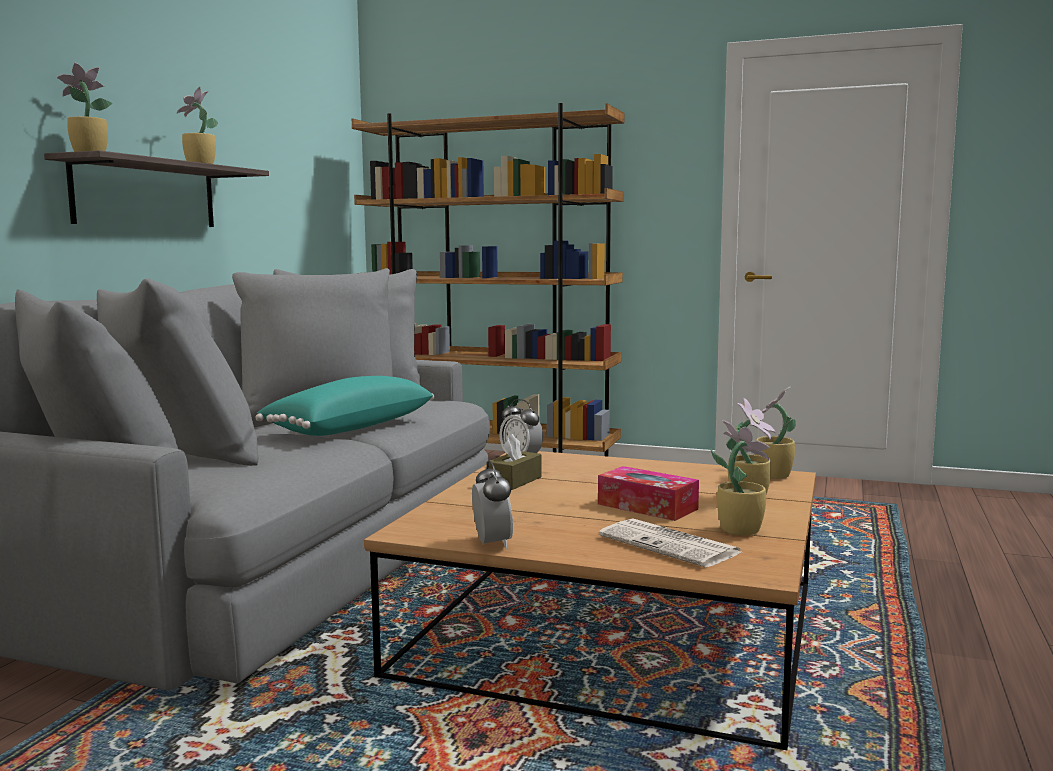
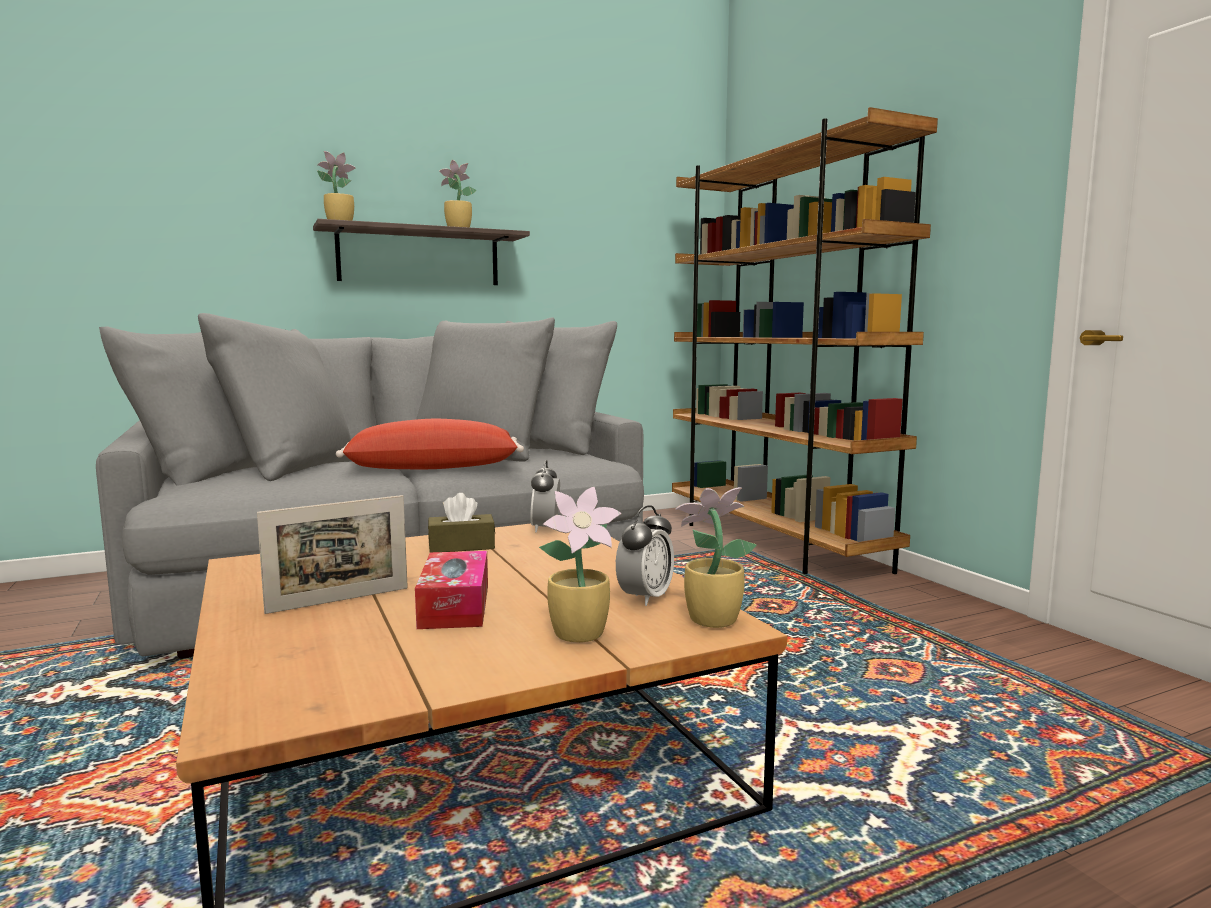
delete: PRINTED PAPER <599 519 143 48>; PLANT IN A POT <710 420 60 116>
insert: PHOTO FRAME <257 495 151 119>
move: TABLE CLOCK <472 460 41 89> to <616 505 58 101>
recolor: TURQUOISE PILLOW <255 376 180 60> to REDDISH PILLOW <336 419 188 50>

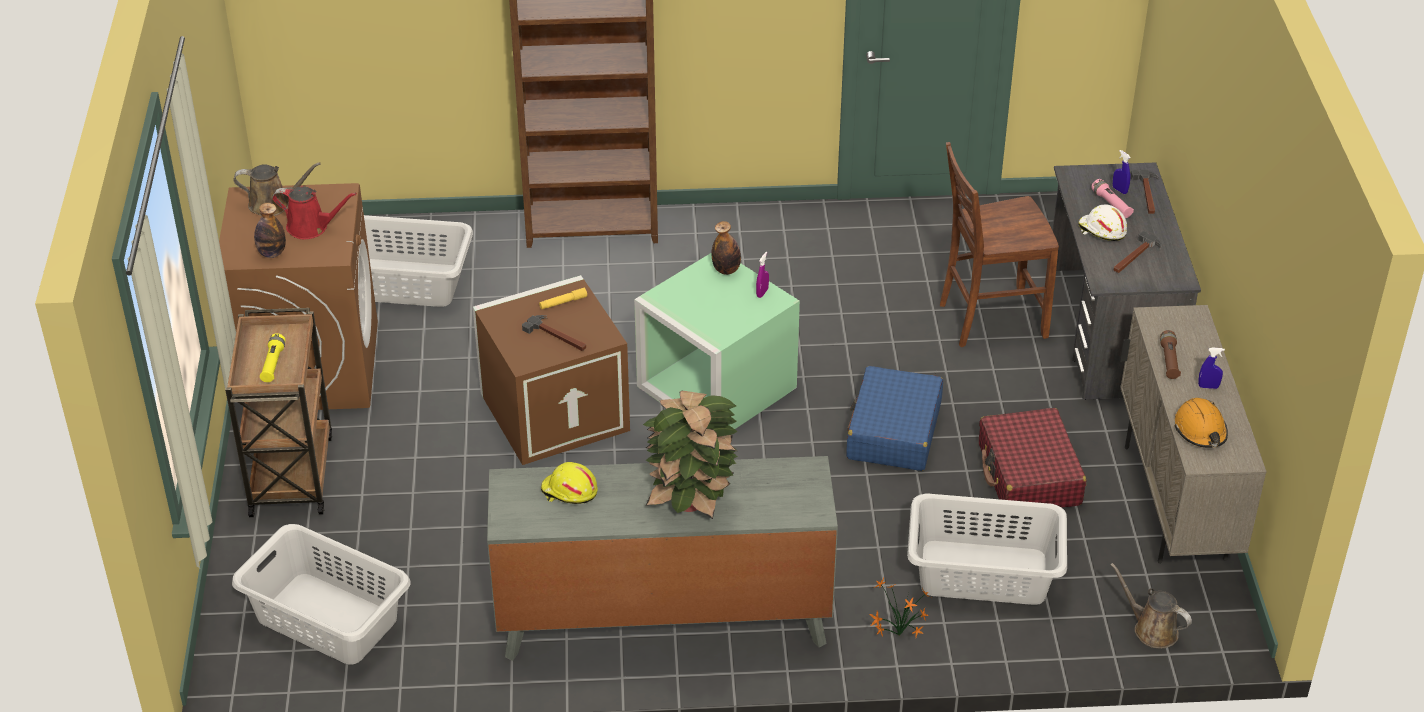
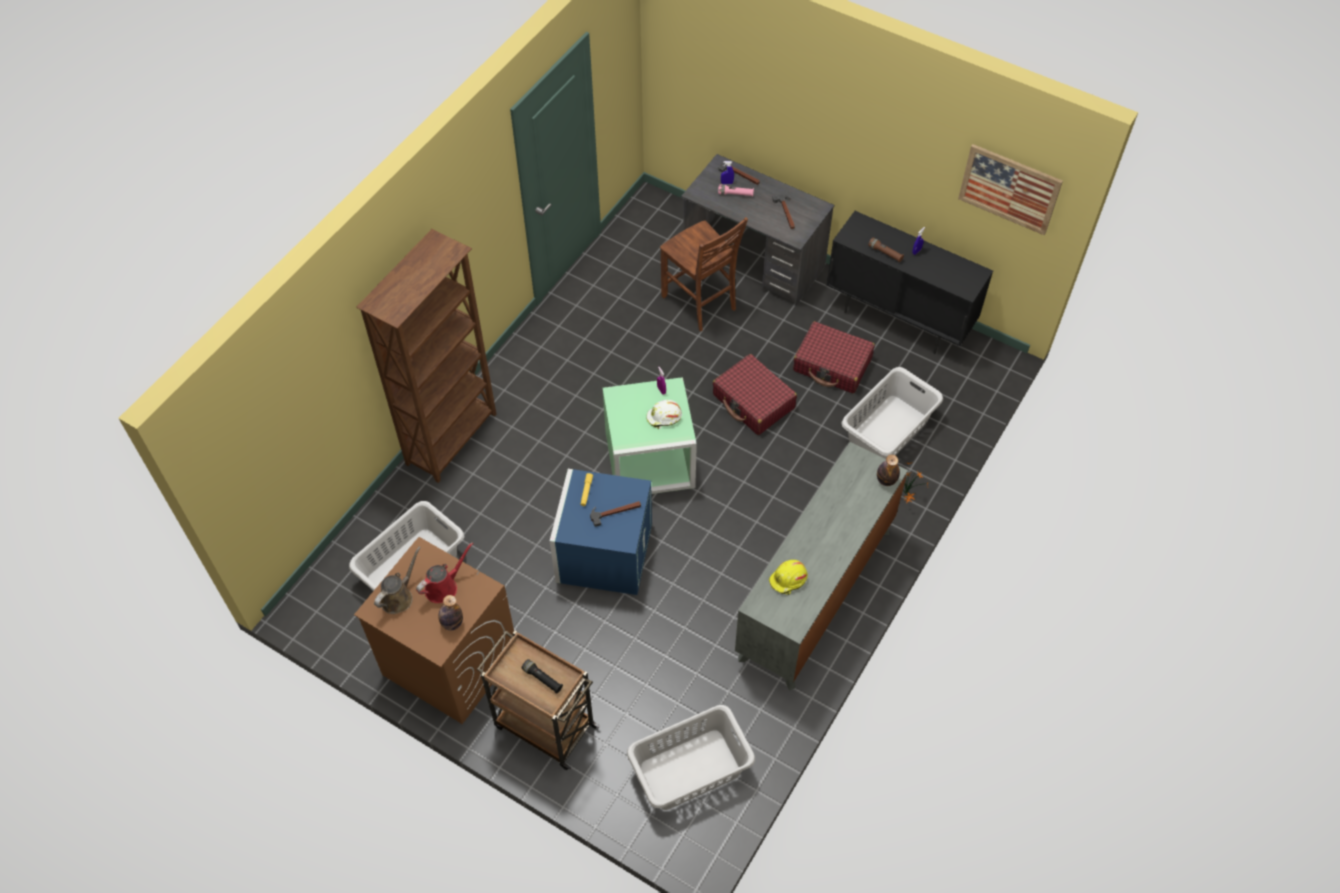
delete: PLANT IN A POT <643 391 95 128>; BROWN-COLOURED WATERING CAN <1111 563 81 85>; ORANGE-COLOURED WORK HELMET <1175 398 53 50>
insert: PICTURE <958 144 105 91>
move: BEVERAGE BOTTLE <712 221 29 54> to <877 454 23 32>; WHITE-COLOURED WORK HELMET <1078 204 49 37> to <646 400 36 29>
recolor: YELLOW FLASHLIGHT <260 333 25 49> to BLACK FLASHLIGHT <522 659 41 35>; BROWN-COLOURED STORAGE BOX <473 275 157 190> to BLUE-COLOURED STORAGE BOX <550 469 102 126>; BLUE-COLOURED PIECE OF LUGGAGE <846 366 97 105> to REDDISH PIECE OF LUGGAGE <713 354 84 81>; BEIGE-COLOURED CABINET <1120 305 147 259> to BLACK CABINET <826 211 167 143>
rotate: BROWN-COLOURED UPRIGHT CHAIR <940 142 119 205> = <660 217 88 115> 60 degrees counterclockwise

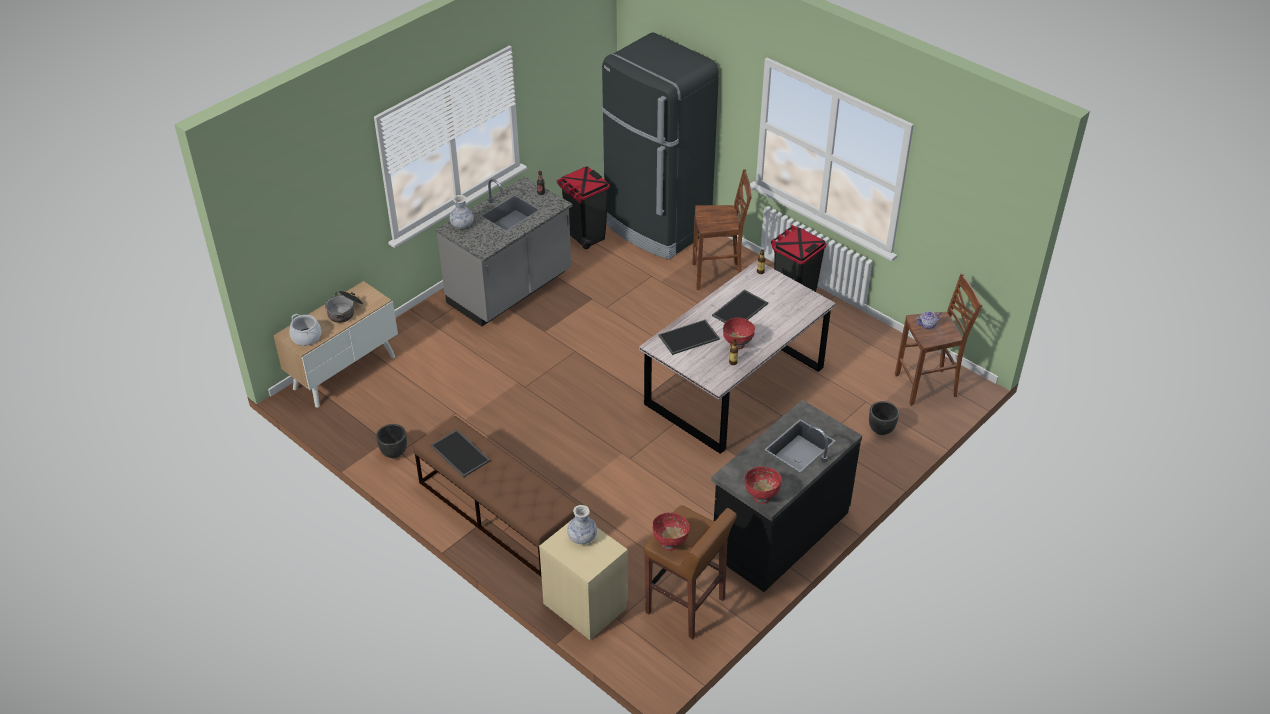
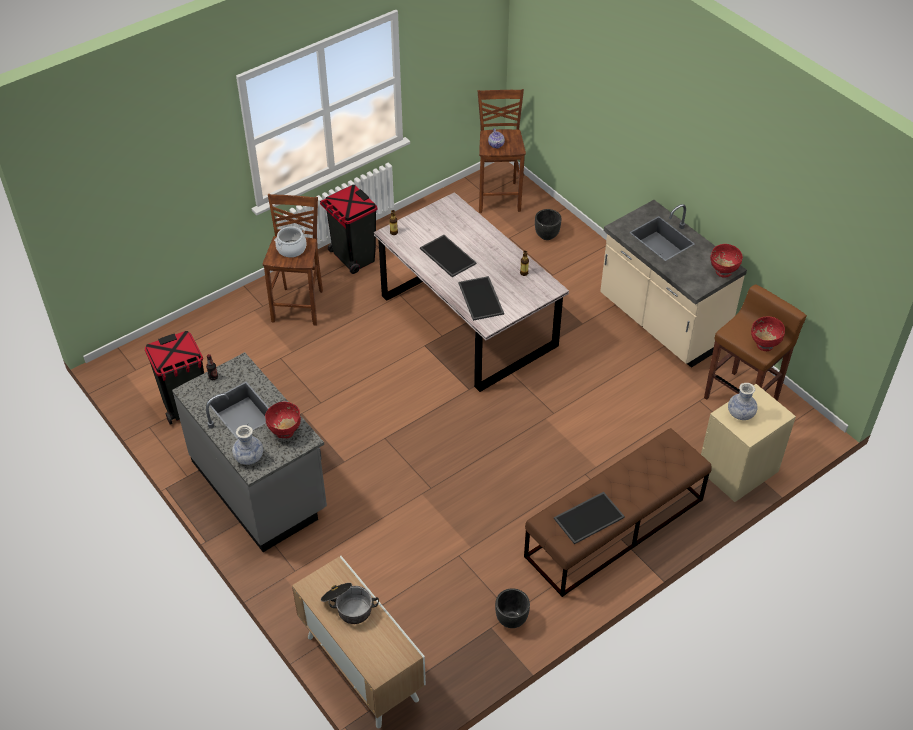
delete: BLACK KITCHEN FRIDGE <602 33 117 226>
move: COOKING POT <289 314 32 32> to <274 226 33 32>; REDDISH DEEP DISH <723 317 32 33> to <265 402 36 36>
recolor: BLACK KITCHEN COUNTER <711 400 151 192> to BEIGE-COLOURED KITCHEN COUNTER <600 200 147 168>

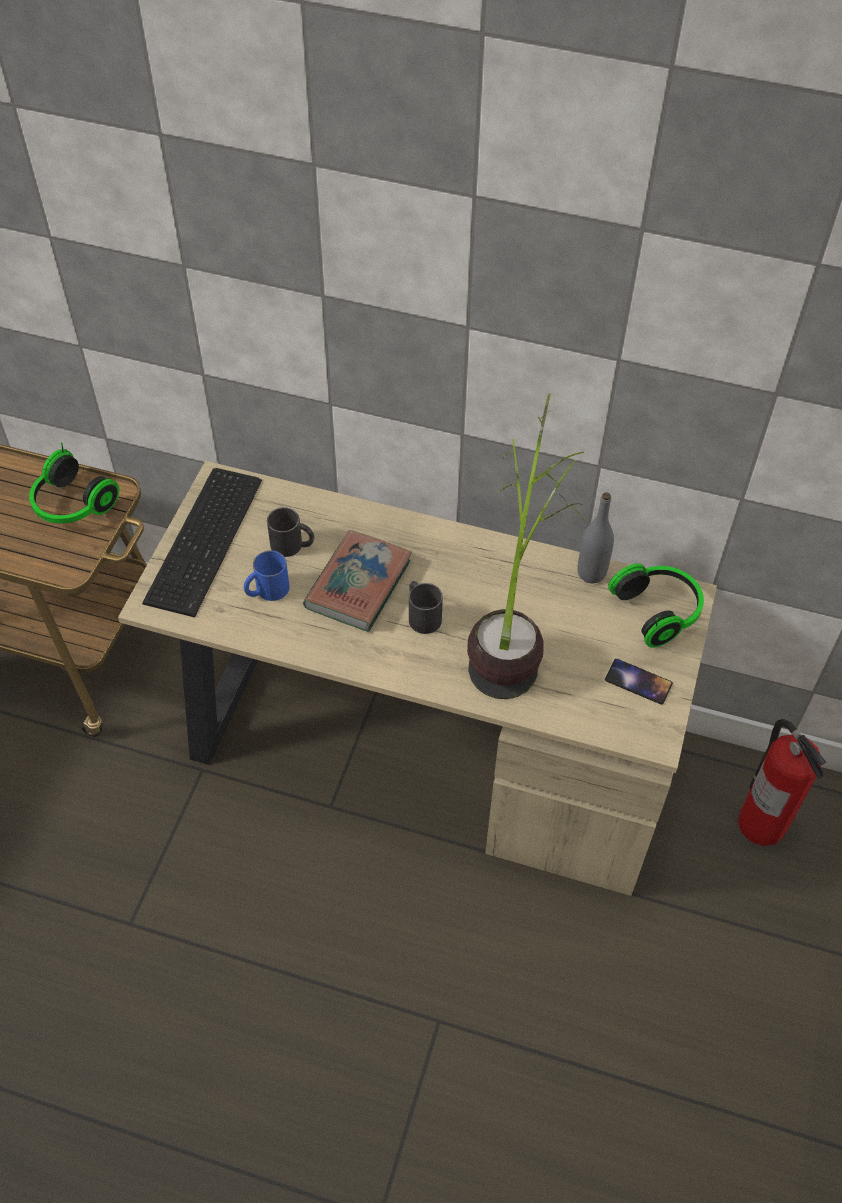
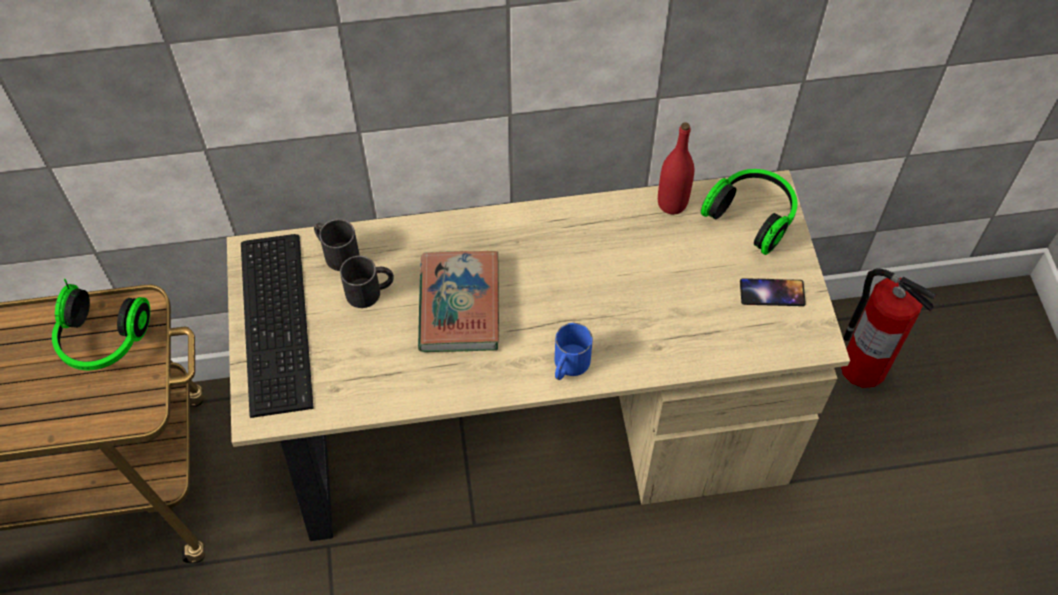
delete: PLANT IN A POT <467 393 118 306>
move: BLUE-COLOURED MUG <244 550 46 51> to <555 323 38 57>; BLACK MUG <409 581 34 53> to <314 219 46 52>
recolor: GREYISH BEVERAGE BOTTLE <578 492 36 91> to REDDISH BEVERAGE BOTTLE <658 123 36 91>

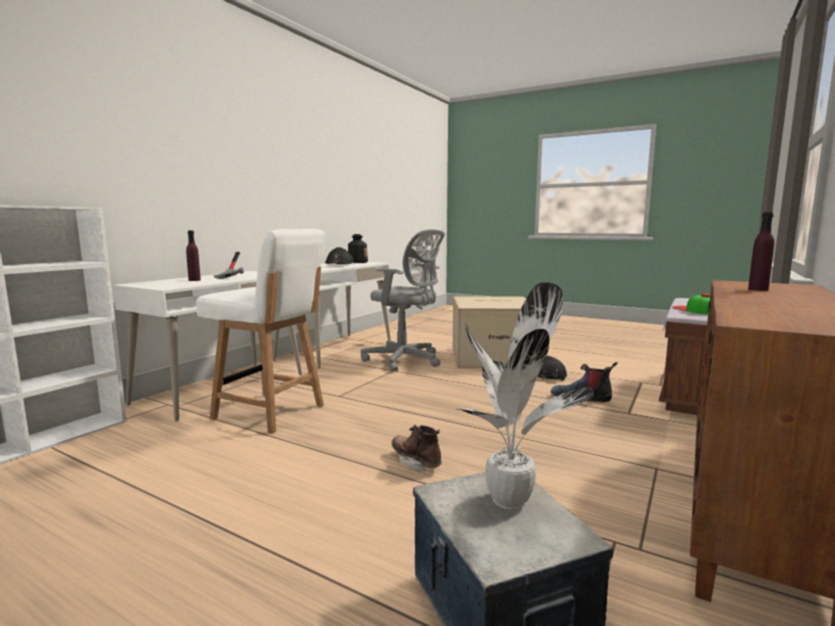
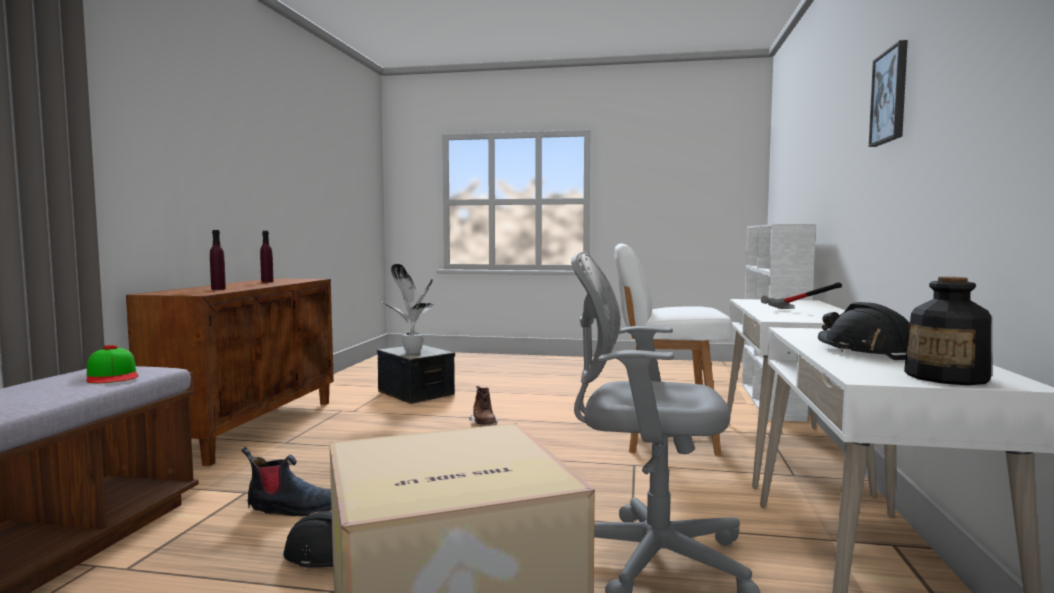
insert: PICTURE <869 40 39 107>
move: PURPLE BEVERAGE BOTTLE <186 230 15 51> to <260 231 14 52>
rotate: BROWN-COLOURED TALL BOOT <391 424 50 49> = <469 386 28 40> 45 degrees clockwise

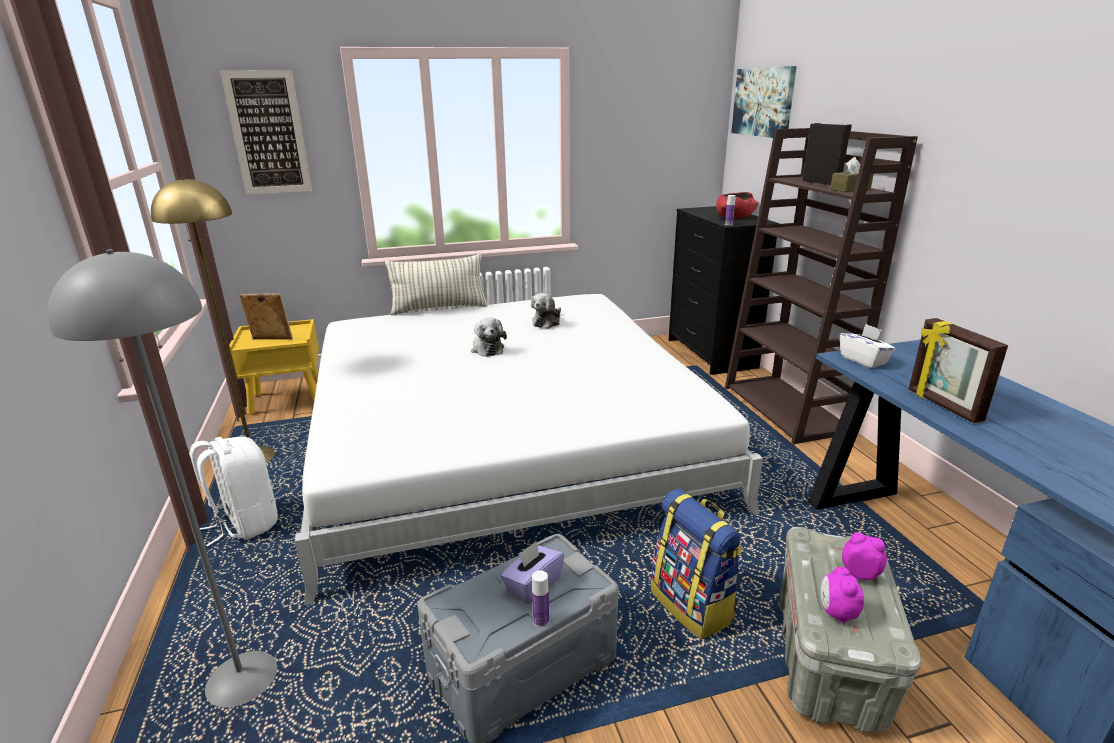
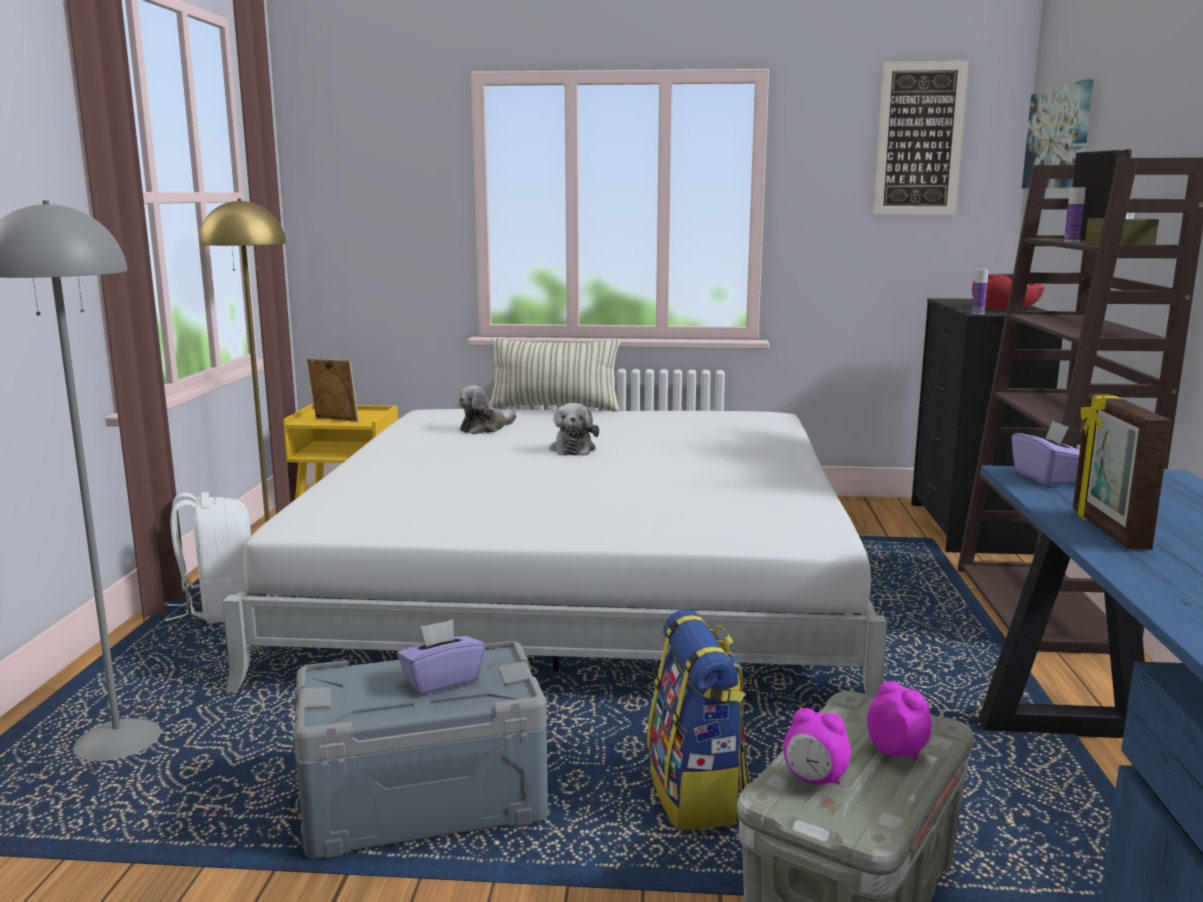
move: PICTURE <220 70 92 124> to <873 61 96 154>; PLUSH TOY <531 293 30 36> to <458 386 58 48>; BEVERAGE BOTTLE <532 570 17 57> to <1064 187 22 55>
recolor: WHITE-COLOURED BOX OF TISSUES <840 324 56 44> to PURPLE BOX OF TISSUES <1011 421 69 65>
rotate: TABLE CLOCK <821 567 43 58> = <783 708 68 77> 90 degrees counterclockwise

